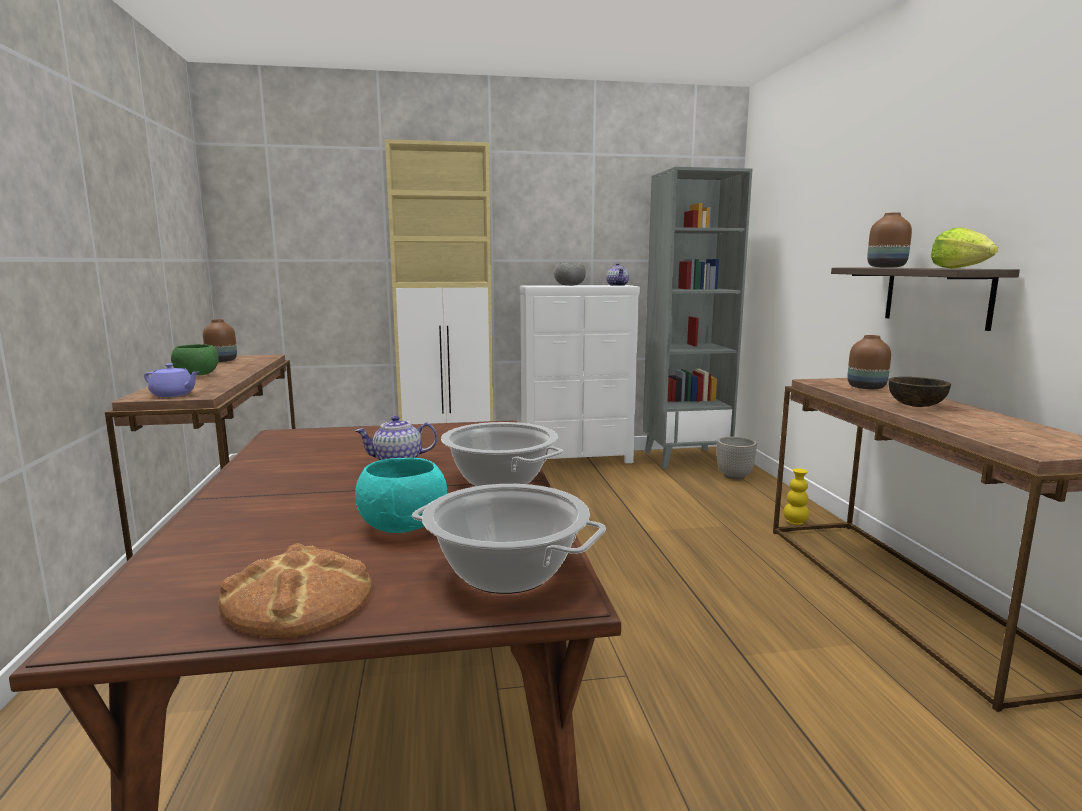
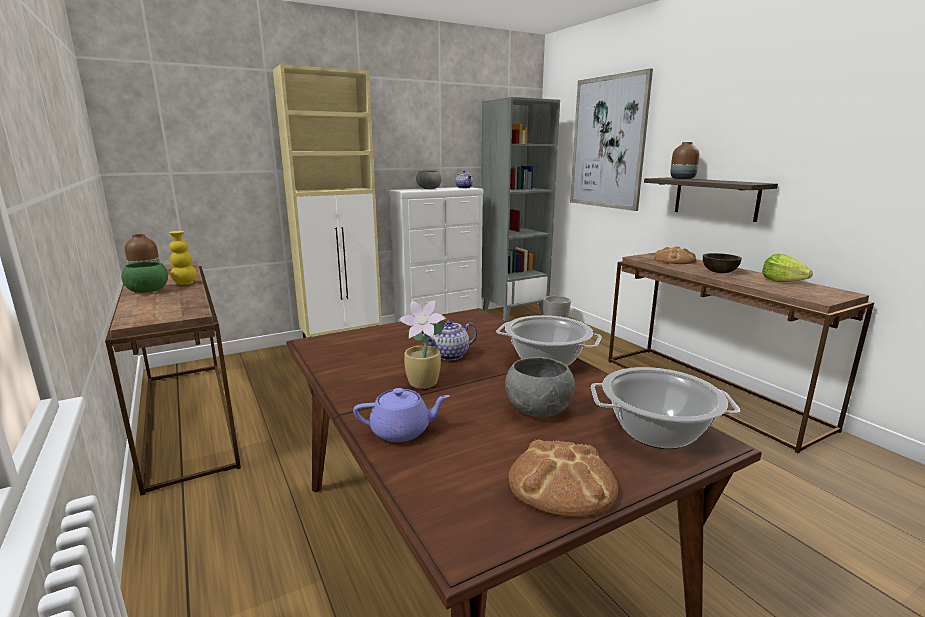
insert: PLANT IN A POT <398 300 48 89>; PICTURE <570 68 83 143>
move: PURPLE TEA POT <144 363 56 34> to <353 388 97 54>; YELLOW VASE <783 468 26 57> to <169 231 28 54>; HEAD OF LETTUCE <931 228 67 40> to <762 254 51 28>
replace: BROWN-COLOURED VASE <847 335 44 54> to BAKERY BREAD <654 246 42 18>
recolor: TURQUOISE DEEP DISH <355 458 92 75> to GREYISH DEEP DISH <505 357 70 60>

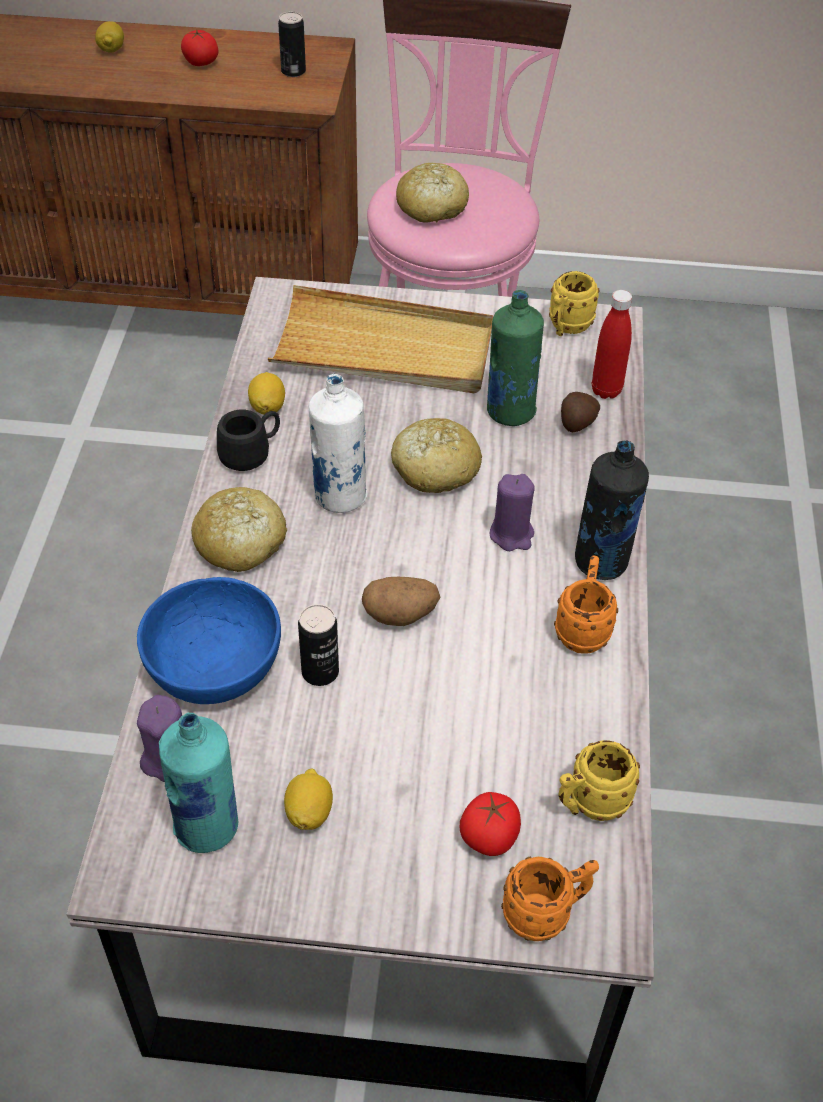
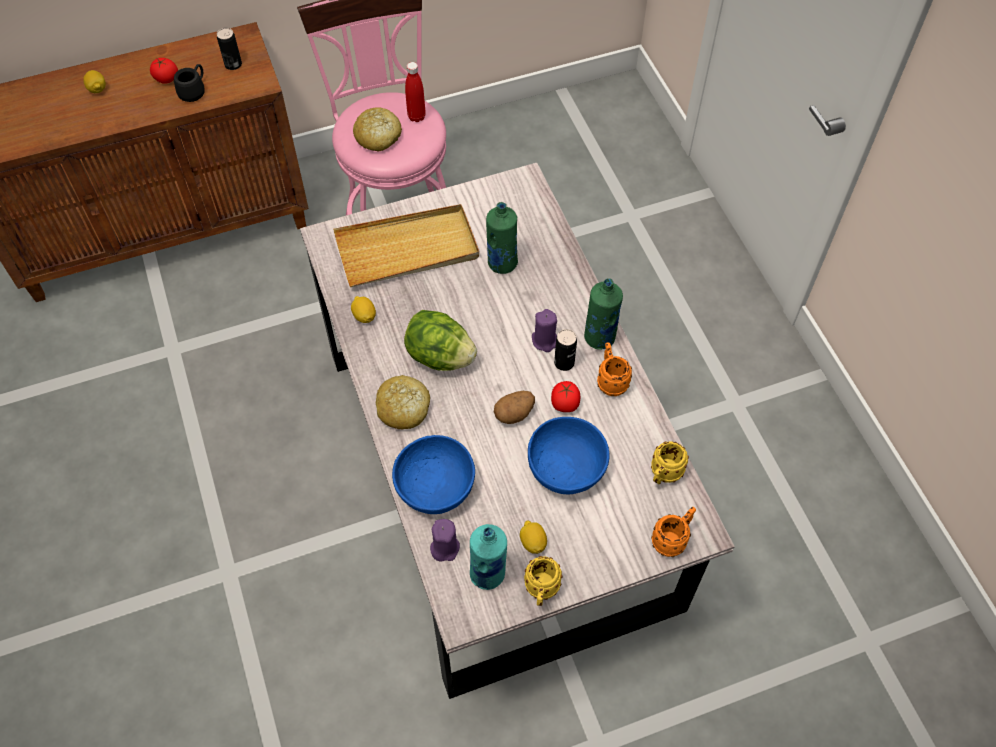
delete: BAKERY BREAD <391 418 91 75>; SPUD <561 392 39 40>
insert: BLUE-COLOURED DEEP DISH <528 417 81 77>
move: BLACK MUG <217 410 63 61> to <174 64 31 38>; CAN <298 604 41 82> to <554 329 23 42>; WHOLE TOMATO <460 792 61 64> to <551 381 29 31>; YELLOW MUG <549 271 50 65> to <524 556 39 50>; REDDISH BEVERAGE BOTTLE <592 290 40 109> to <405 62 21 60>
replace: WHITE-COLOURED BEVERAGE BOTTLE <309 374 59 139> to HEAD OF LETTUCE <404 310 73 61>
recolor: BLACK BEVERAGE BOTTLE <575 440 74 140> to GREEN-COLOURED BEVERAGE BOTTLE <584 278 39 72>

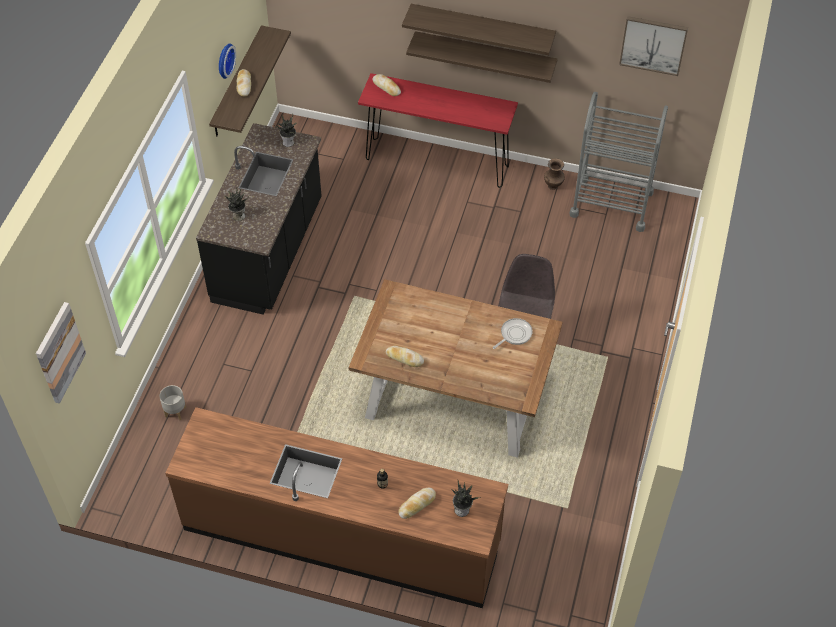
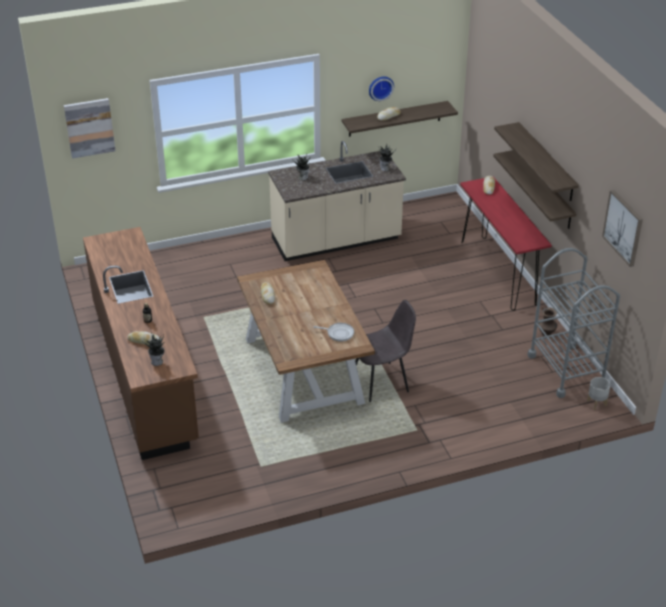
move: GREYISH PLANTER <159 385 27 35> to <587 377 24 33>
recolor: BLACK KITCHEN COUNTER <196 123 126 192> to BEIGE-COLOURED KITCHEN COUNTER <268 141 138 120>

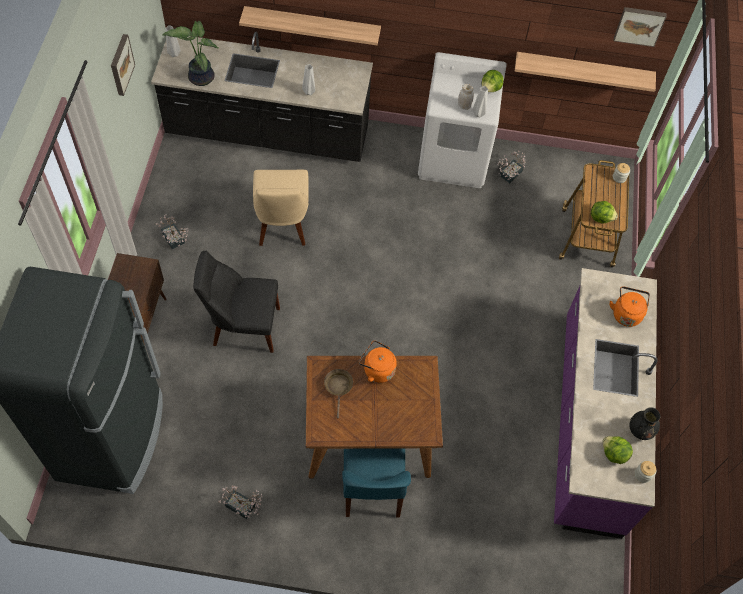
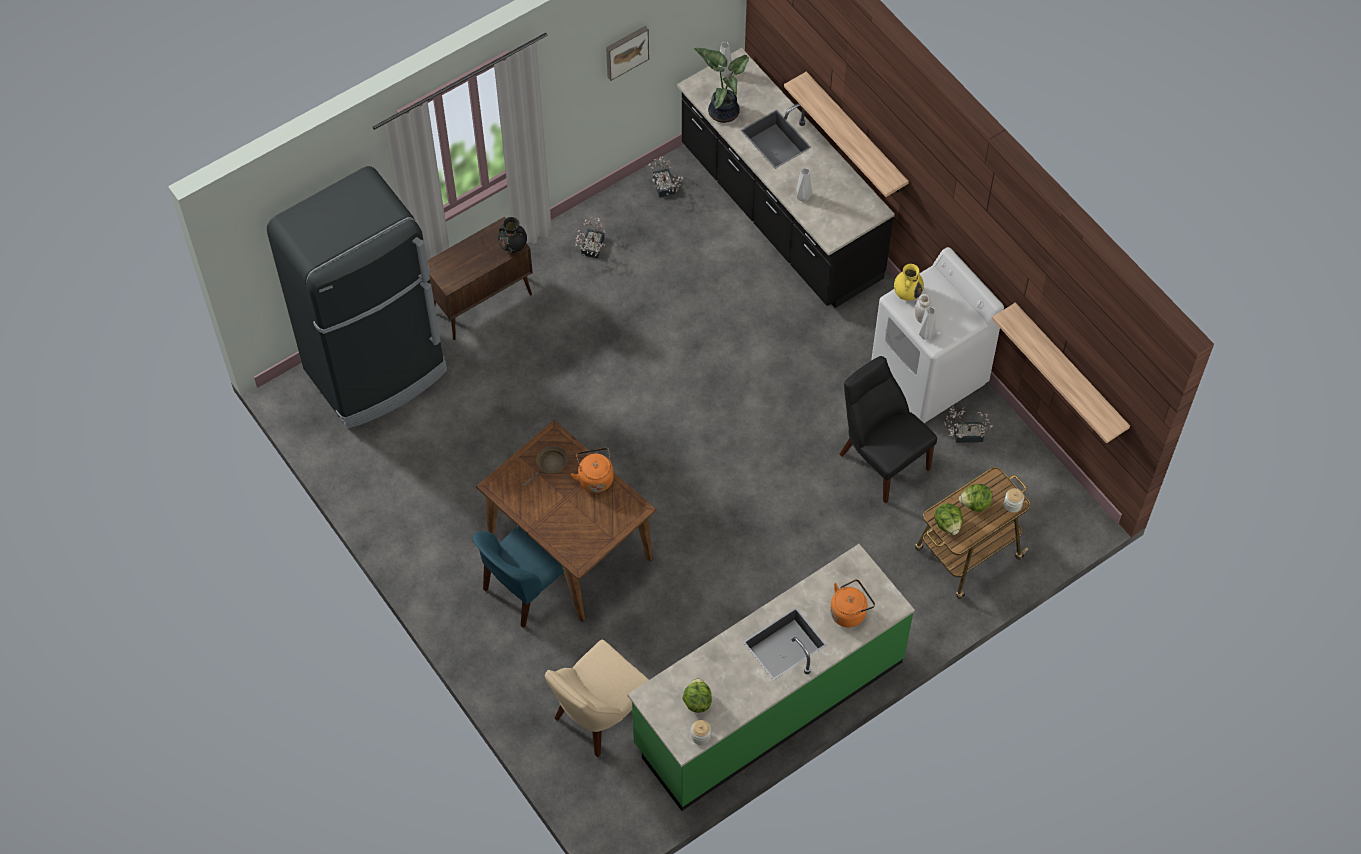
delete: PICTURE <614 7 53 40>
insert: YELLOW VASE <894 264 30 37>
move: BLACK UPRIGHT CHAIR <193 251 87 102> to <840 356 97 147>; PLANT IN A POT <218 486 45 33> to <649 156 34 41>; BEIGE-COLOURED UPRIGHT CHAIR <253 170 56 76> to <545 640 104 117>; HEAD OF LETTUCE <482 70 22 22> to <959 484 33 28>; BLACK VASE <629 407 31 33> to <498 217 29 36>
recolor: PURPLE KITCHEN COUNTER <554 268 103 271> to GREEN-COLOURED KITCHEN COUNTER <627 544 288 267>

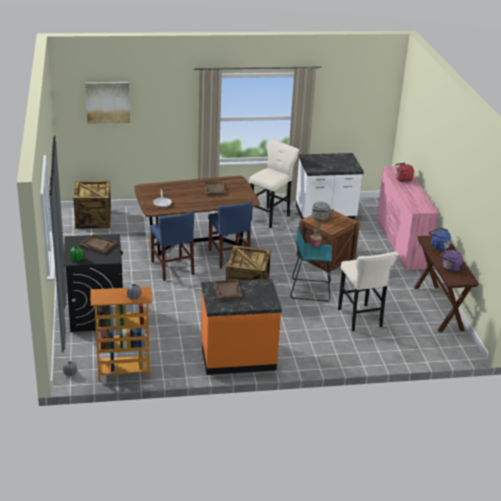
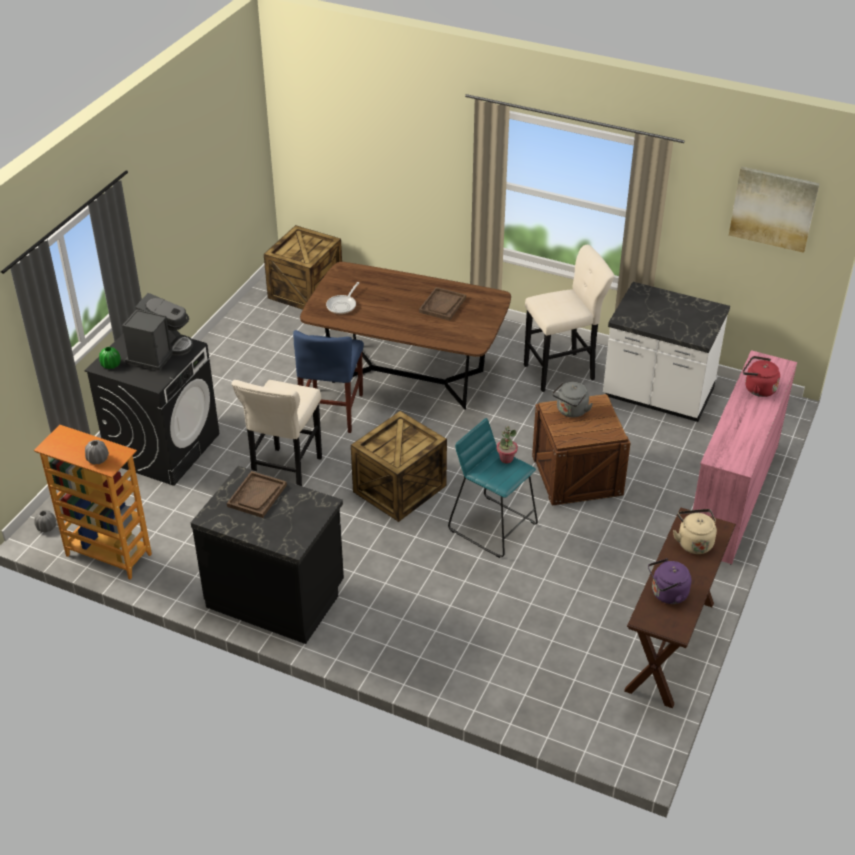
delete: BLUE-COLOURED UPRIGHT CHAIR <208 201 44 68>
move: PICTURE <85 82 45 42> to <729 167 91 86>; BEIGE-COLOURED STOOL SEAT <338 251 60 80> to <231 380 91 106>
replace: BROWN-COLOURED CARRYING TRAY <79 234 38 20> to COFFEE MACHINE <122 293 71 78>
recolor: ORANGE-COLOURED KITCHEN COUNTER <201 279 81 96> to BLACK KITCHEN COUNTER <191 466 153 178>; BLUE-COLOURED WATER KETTLE <429 228 22 23> to BEIGE-COLOURED WATER KETTLE <673 509 44 45>

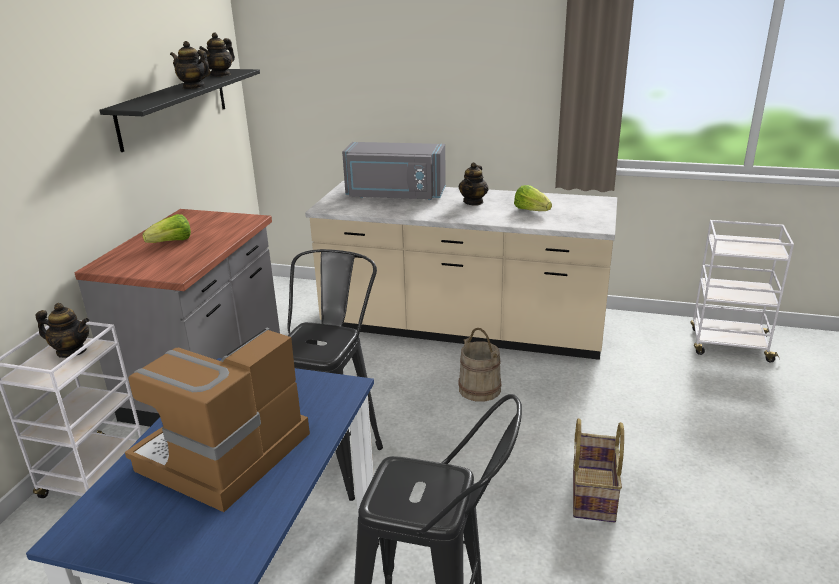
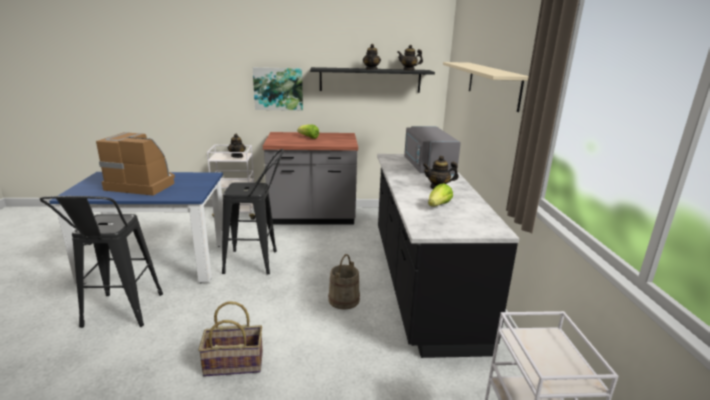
insert: PICTURE <253 67 50 44>; BEIGE-COLOURED SHELF <443 62 86 50>
recolor: BEIGE-COLOURED KITCHEN COUNTER <305 181 312 179> to BLACK KITCHEN COUNTER <377 154 142 204>

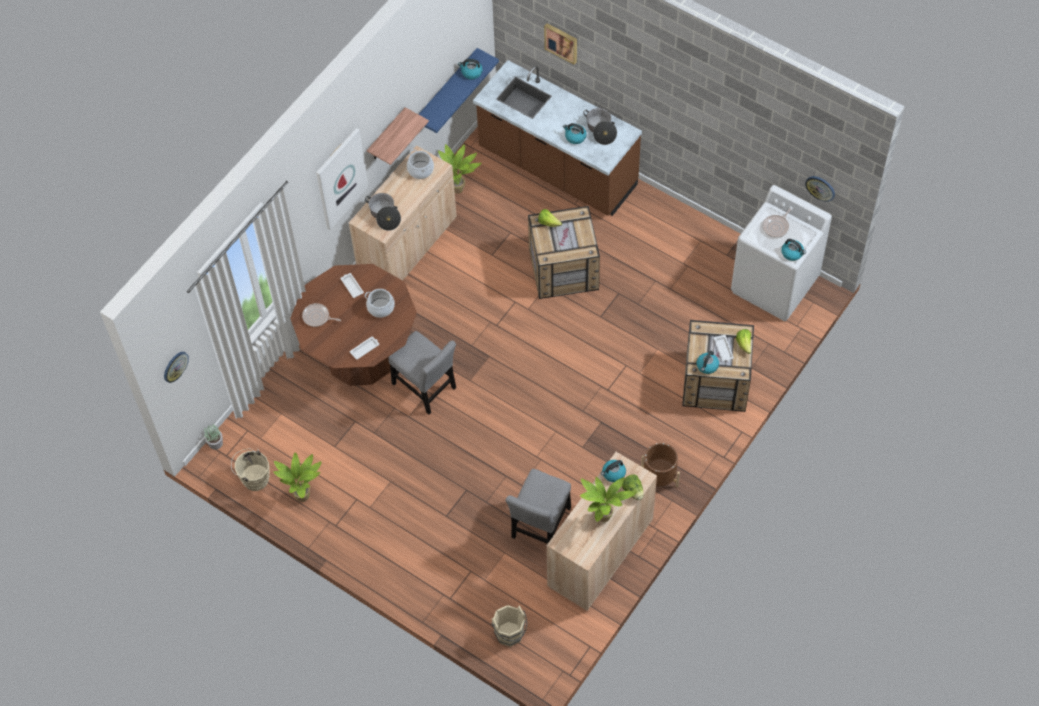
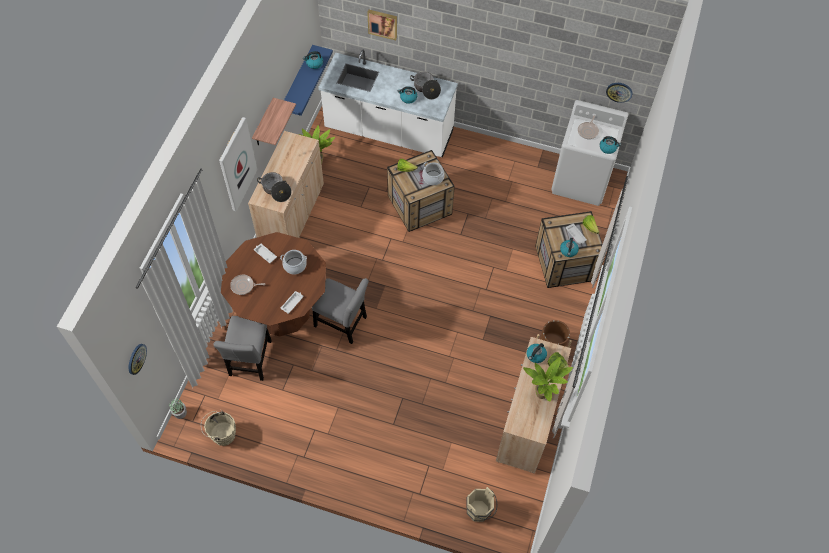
delete: PLANT IN A POT <273 452 49 50>
move: COOKING POT <407 149 27 30> to <422 162 23 23>; GREYISH UPRIGHT CHAIR <506 469 65 75> to <214 316 58 65>
recolor: BROWN-COLOURED KITCHEN COUNTER <473 60 169 156> to WHITE-COLOURED KITCHEN COUNTER <318 50 140 107>

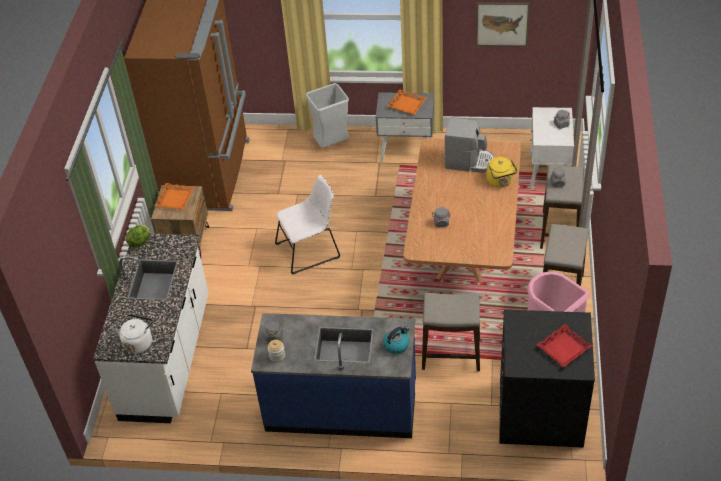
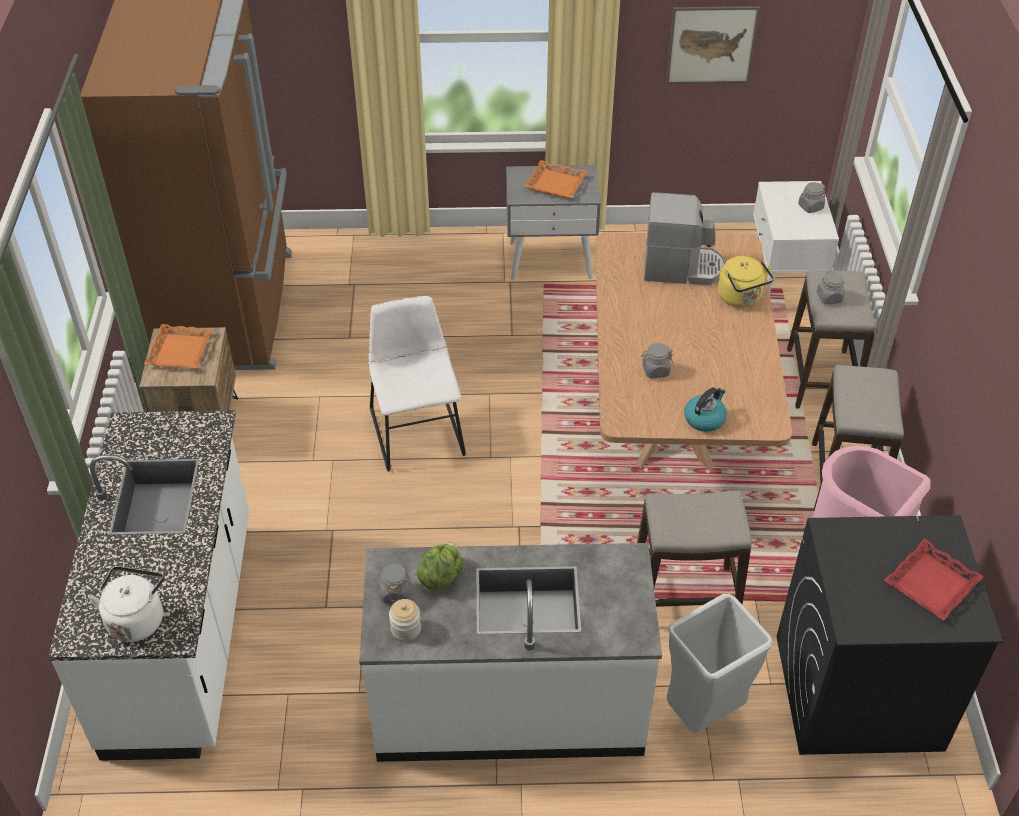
move: HEAD OF LETTUCE <125 225 25 23> to <416 543 47 48>; GREYISH TRASH CAN <306 83 43 65> to <666 594 107 139>; WATER KETTLE <383 326 26 28> to <684 387 43 45>
recolor: BLUE-COLOURED KITCHEN COUNTER <251 313 165 125> to WHITE-COLOURED KITCHEN COUNTER <359 543 303 219>
rotate: WHITE-COLOURED UPRIGHT CHAIR <275 175 65 100> = <368 296 98 175> 75 degrees counterclockwise

